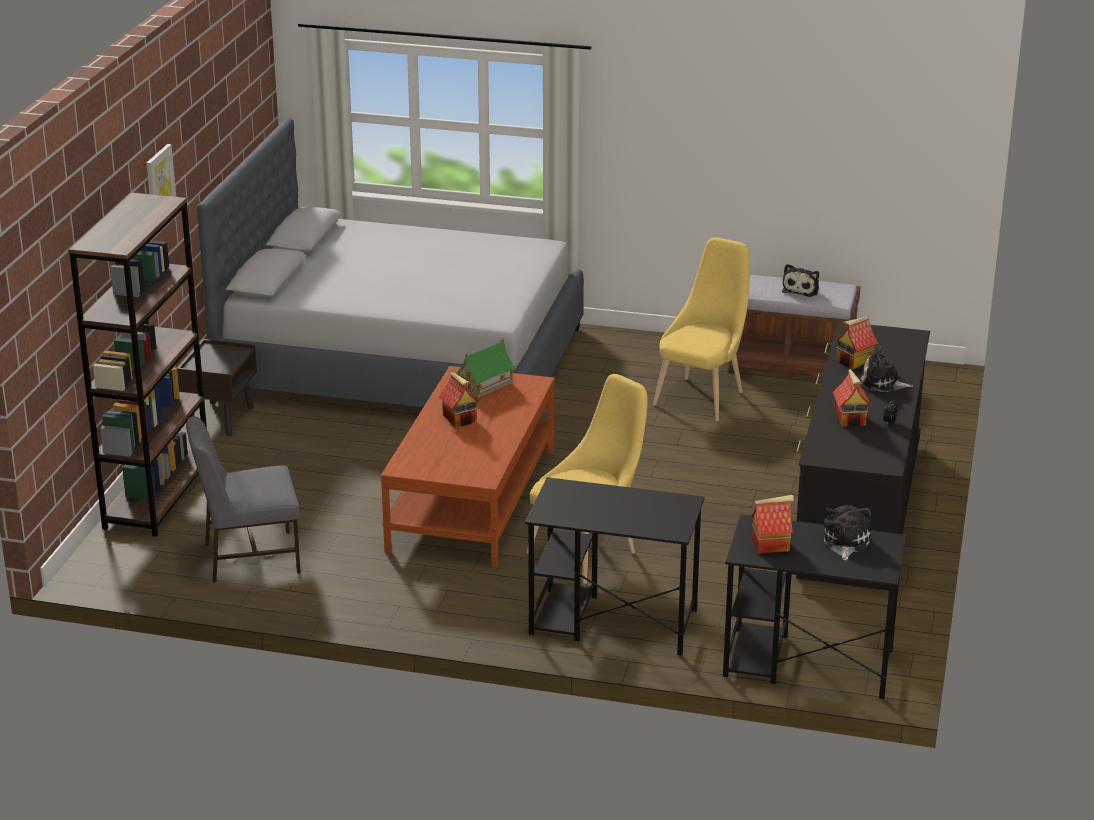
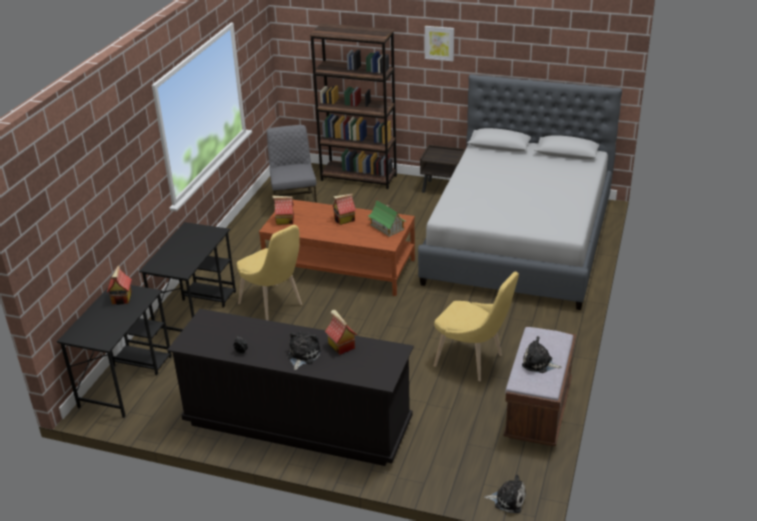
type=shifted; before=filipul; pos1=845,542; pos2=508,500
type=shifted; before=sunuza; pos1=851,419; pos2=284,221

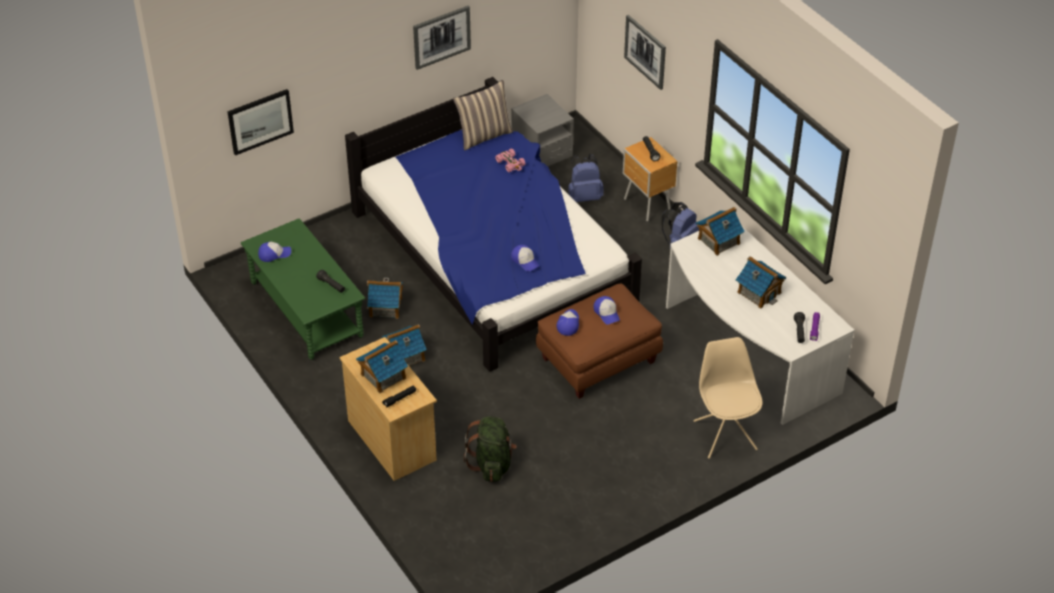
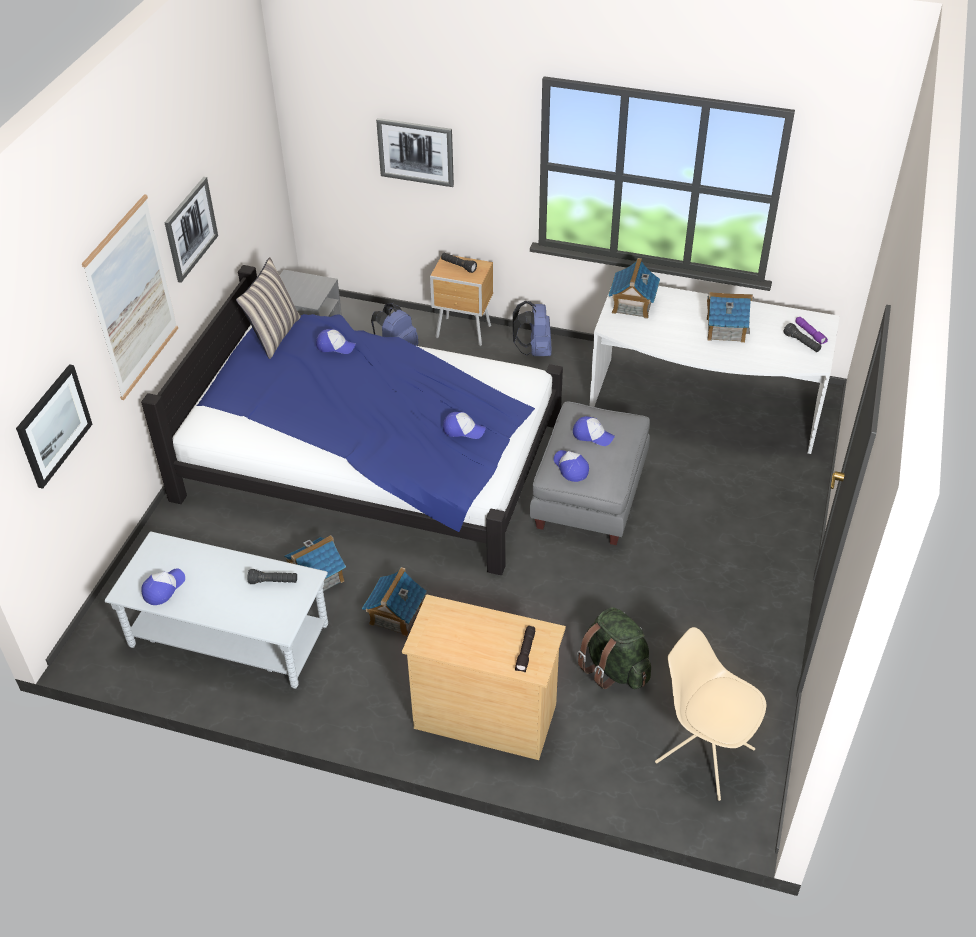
type=gone; before=sunuza; pos1=383,376
type=new; after=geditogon; pos2=132,298
type=shifted; before=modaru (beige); pos1=725,434; pos2=703,754
type=swapped; before=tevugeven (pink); after=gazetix; pos1=510,163; pos2=335,346
type=repainted; before=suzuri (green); after=suzuri (grey); pos1=306,309; pos2=229,636
type=repainted; before=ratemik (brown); after=ratemik (grey); pos1=598,359; pos2=589,496

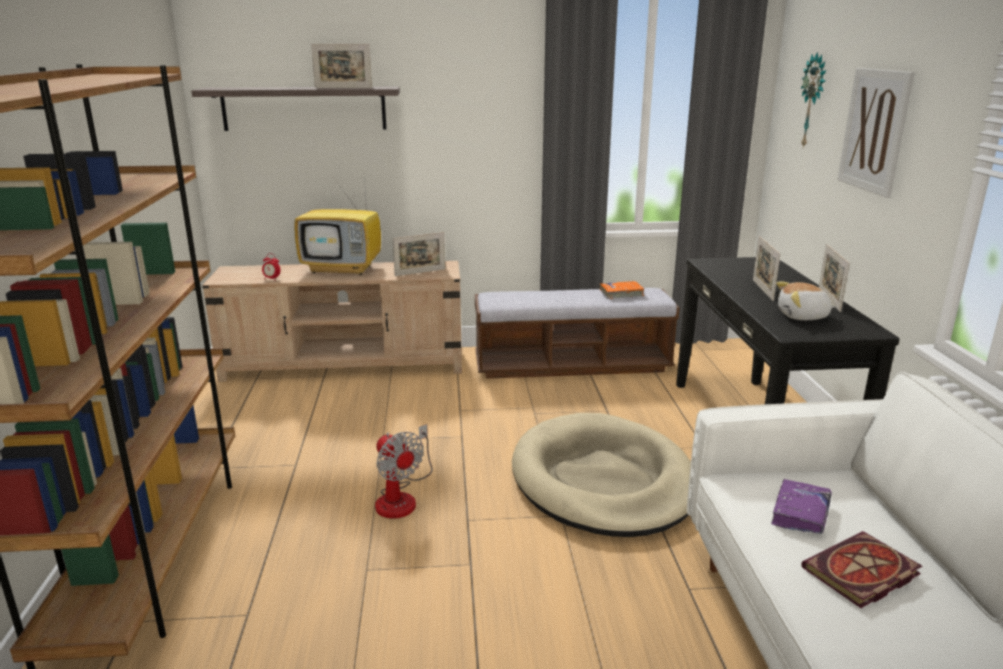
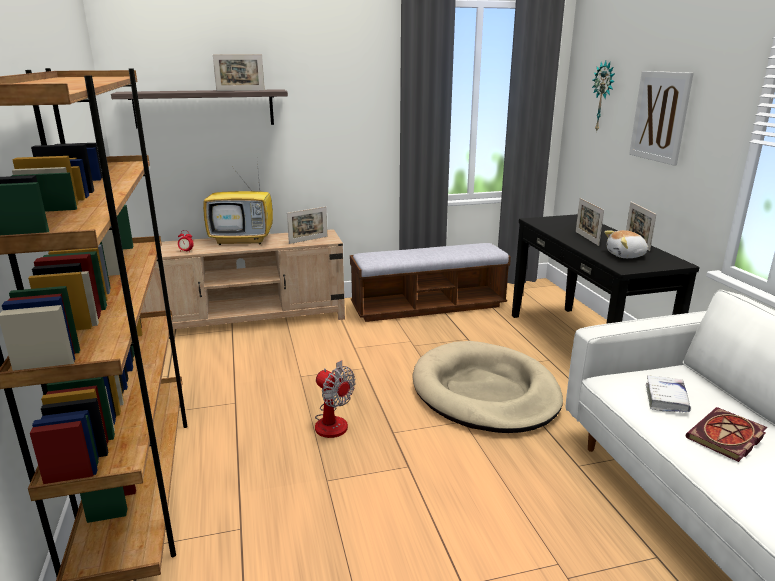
type=gone; before=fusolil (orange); pos1=621,294
type=repainted; before=fusolil (purple); after=fusolil (white); pos1=800,513; pos2=666,399

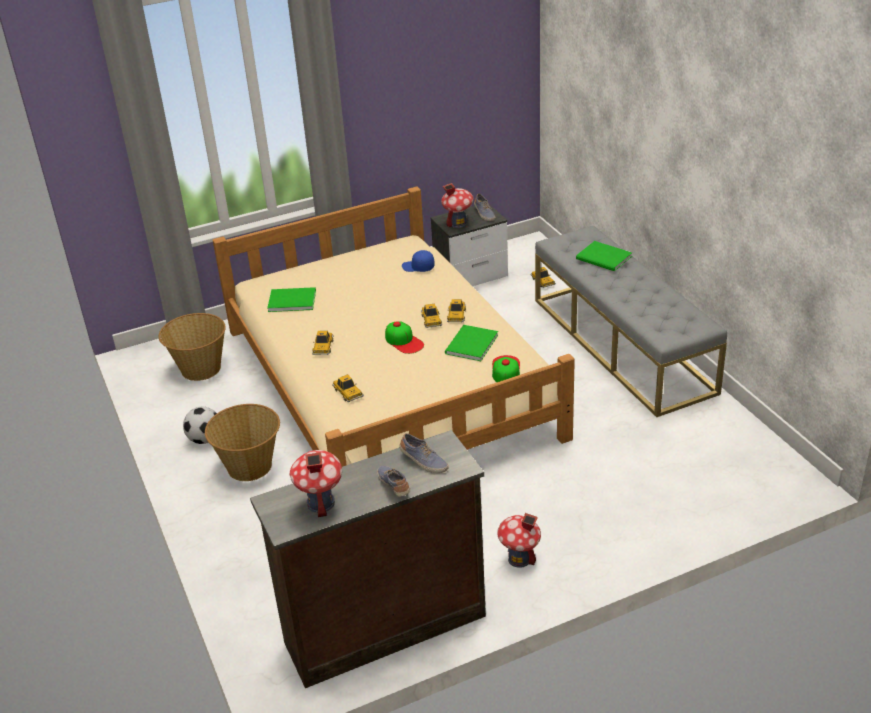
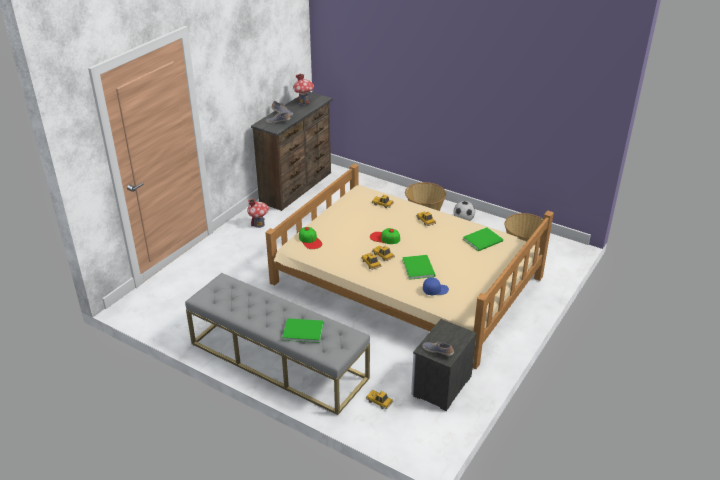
type=gone; before=sunuza; pos1=458,223
type=shifted; before=fusolil (green); pos1=470,345; pos2=419,267

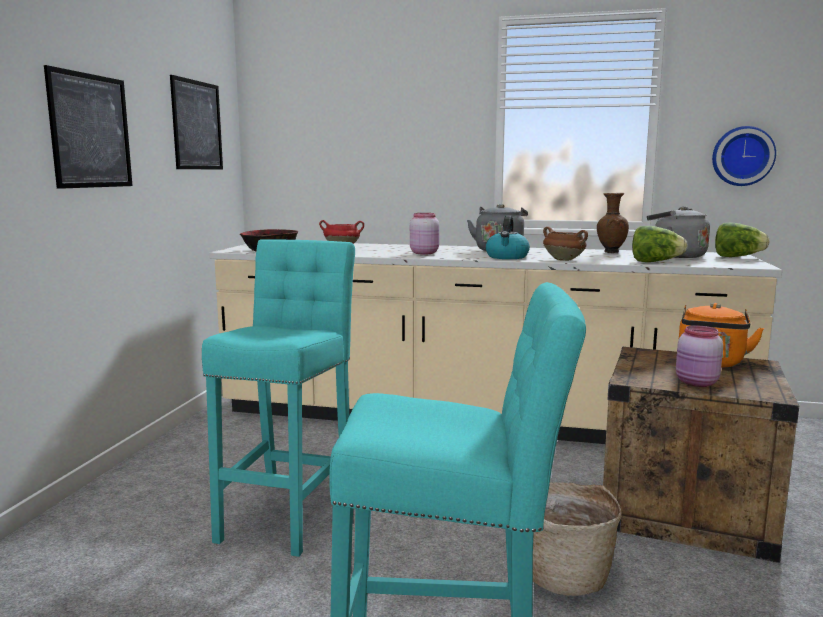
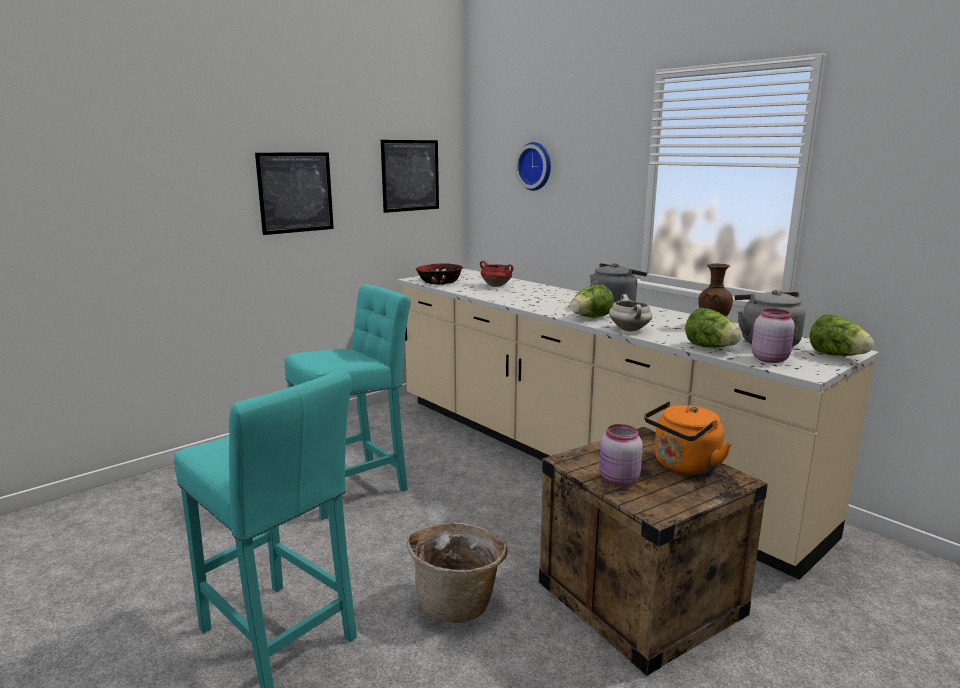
type=shifted; before=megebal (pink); pos1=424,253; pos2=770,359
type=shifted; before=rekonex; pos1=742,156; pos2=536,166
type=swapped; before=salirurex; after=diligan; pos1=507,257; pos2=590,318
type=repainted; before=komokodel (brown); after=komokodel (white); pos1=564,260; pos2=630,330

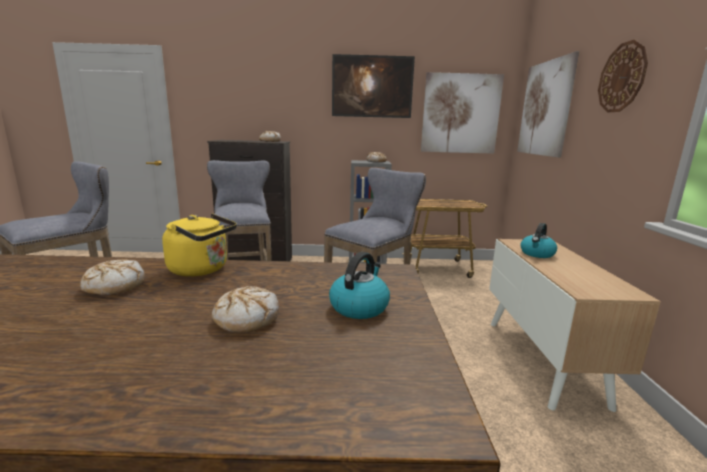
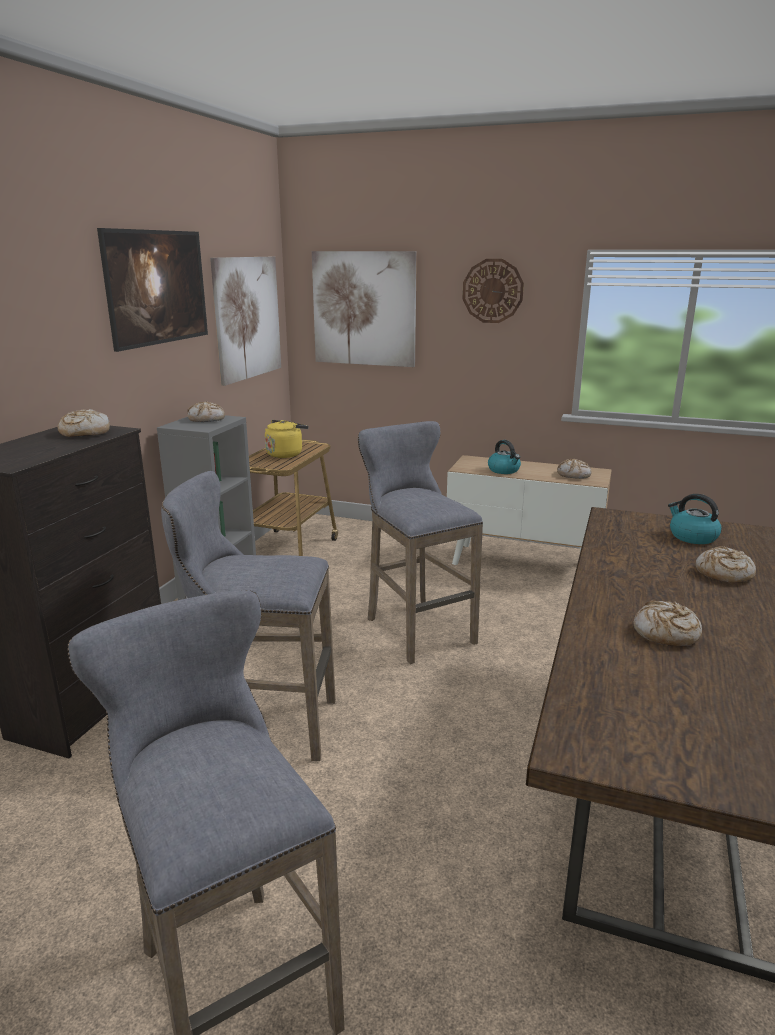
type=new; after=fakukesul; pos2=574,475
type=shifted; before=salirurex (yellow); pos1=202,269; pos2=286,454

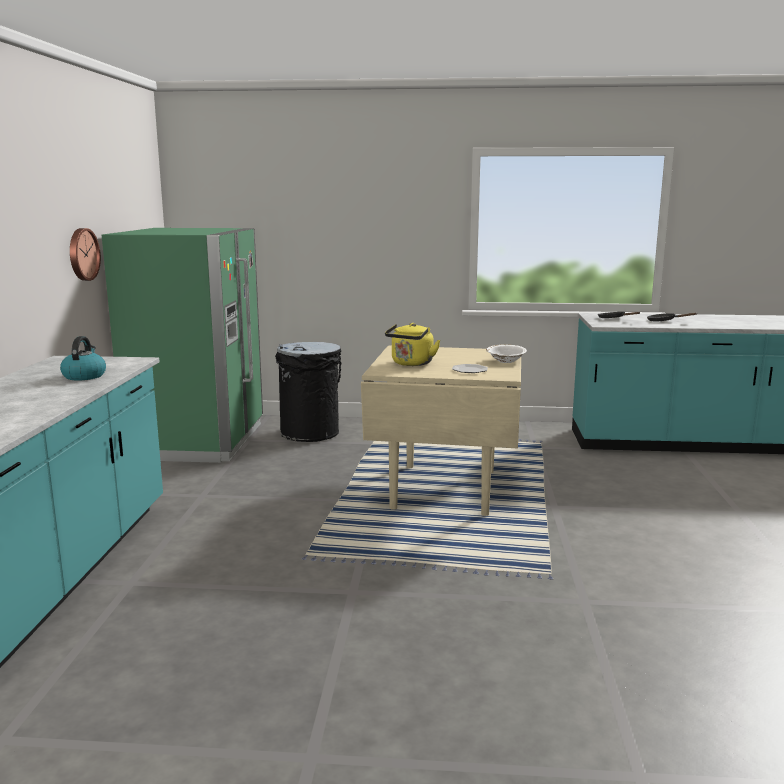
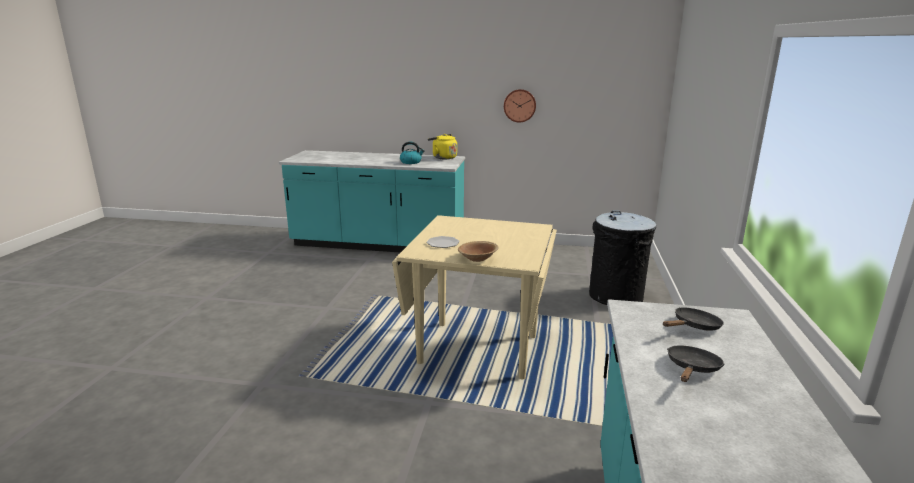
type=gone; before=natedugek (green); pos1=198,441
type=shifted; before=salirurex (yellow); pos1=411,364; pos2=443,157
type=repainted; before=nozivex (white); after=nozivex (brown); pos1=506,361; pos2=477,259

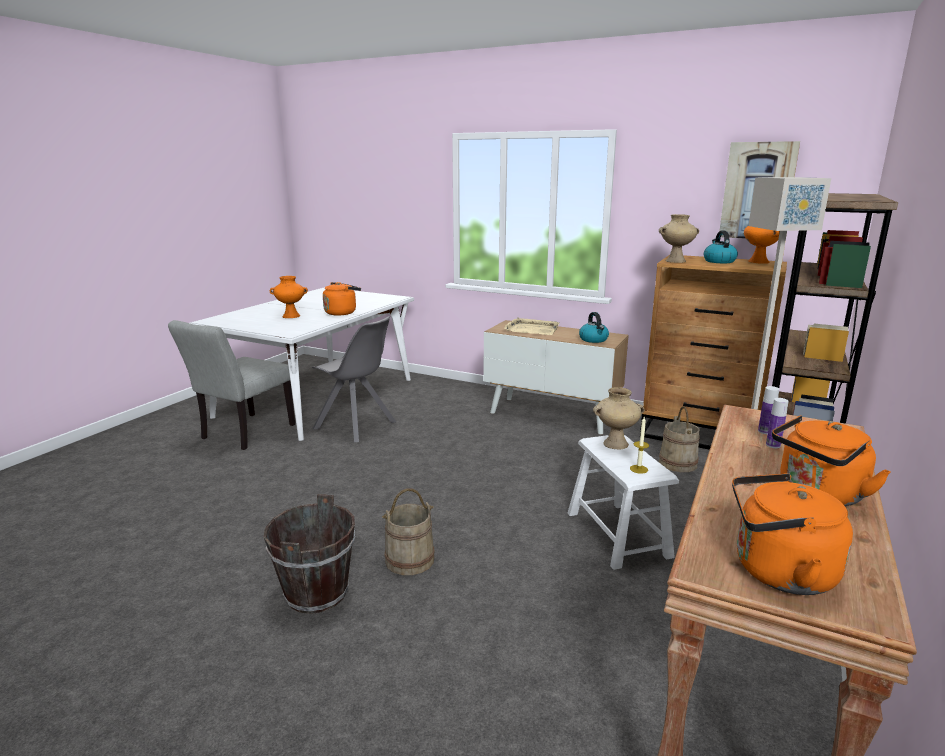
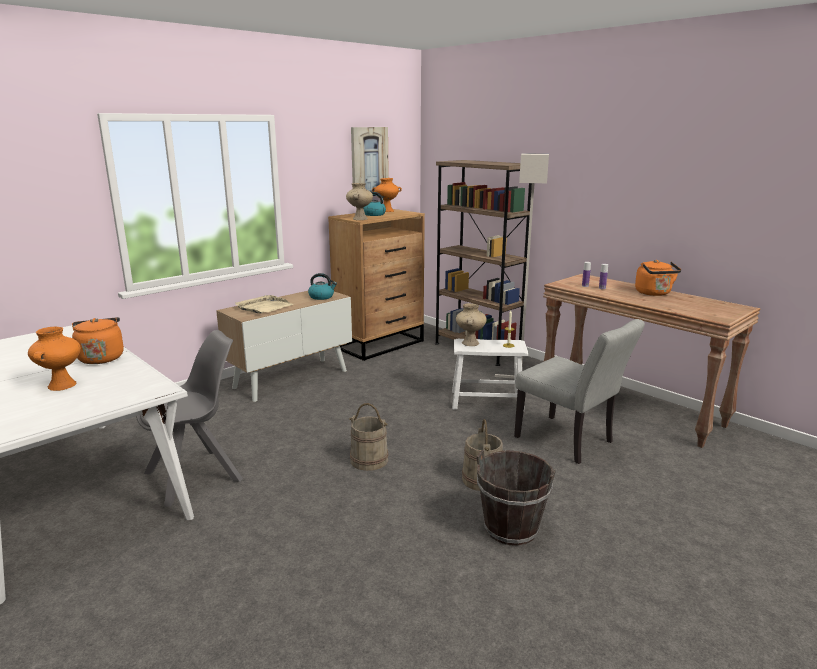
type=gone; before=salirurex (orange); pos1=777,572
type=shifted; before=modaru (grey); pos1=243,434; pos2=570,442
type=shifted; before=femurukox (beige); pos1=678,463; pos2=369,460

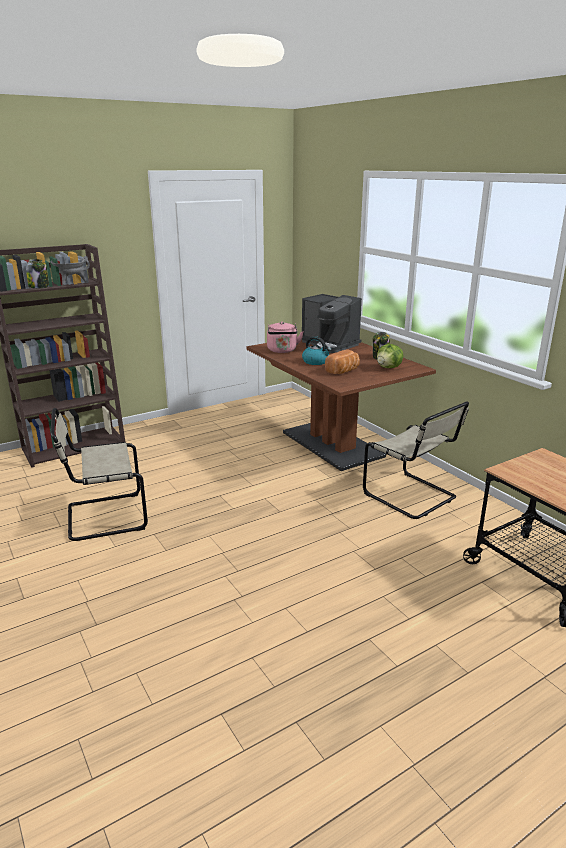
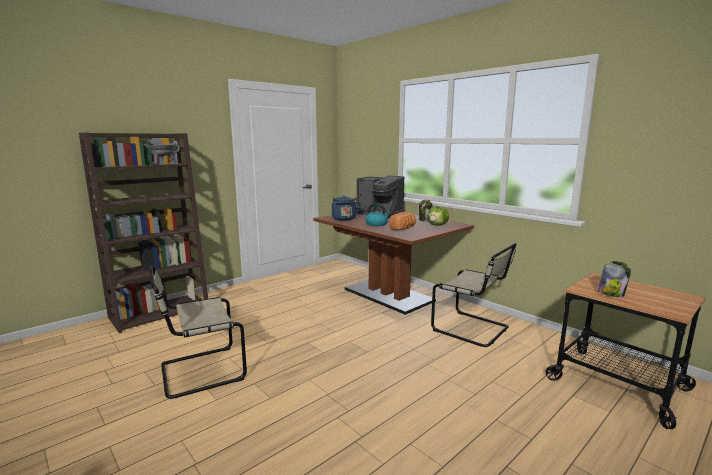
type=shifted; before=megebal; pos1=39,287; pos2=611,293
type=repainted; before=salirurex (pink); after=salirurex (blue); pos1=282,351; pos2=344,219

